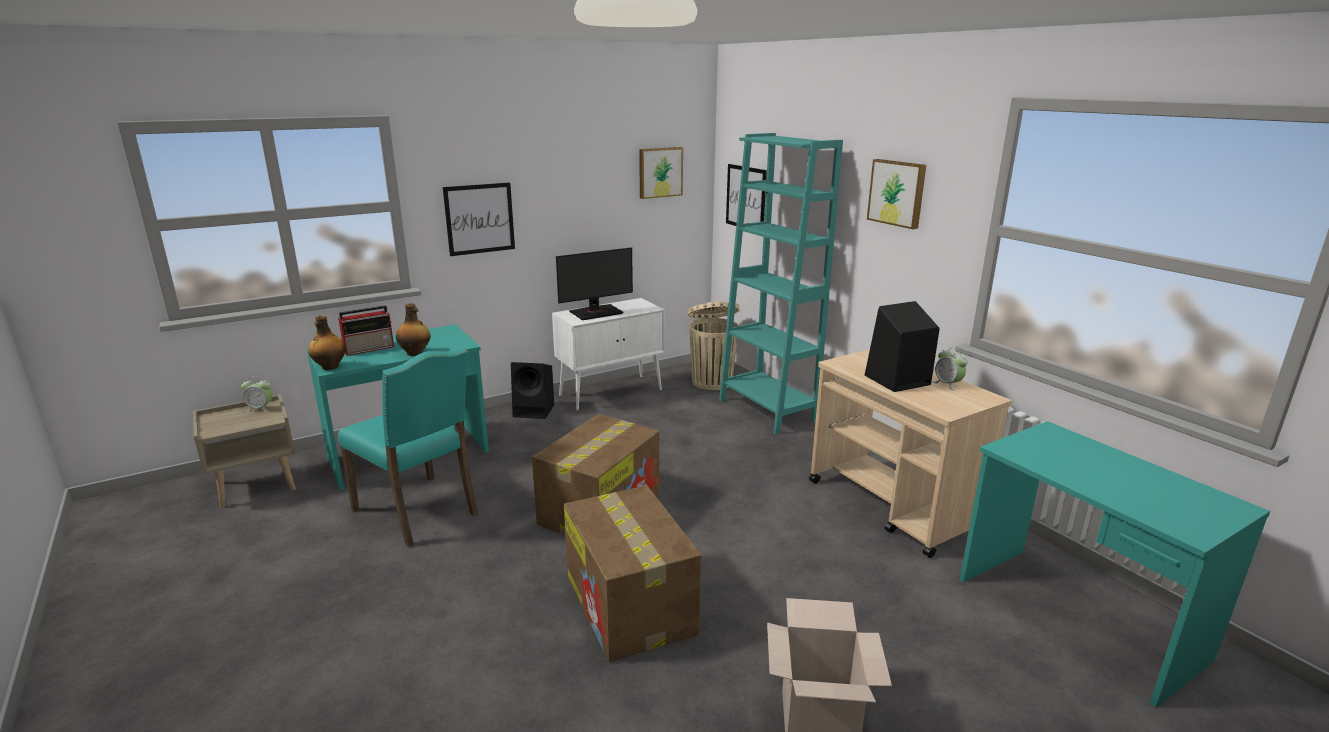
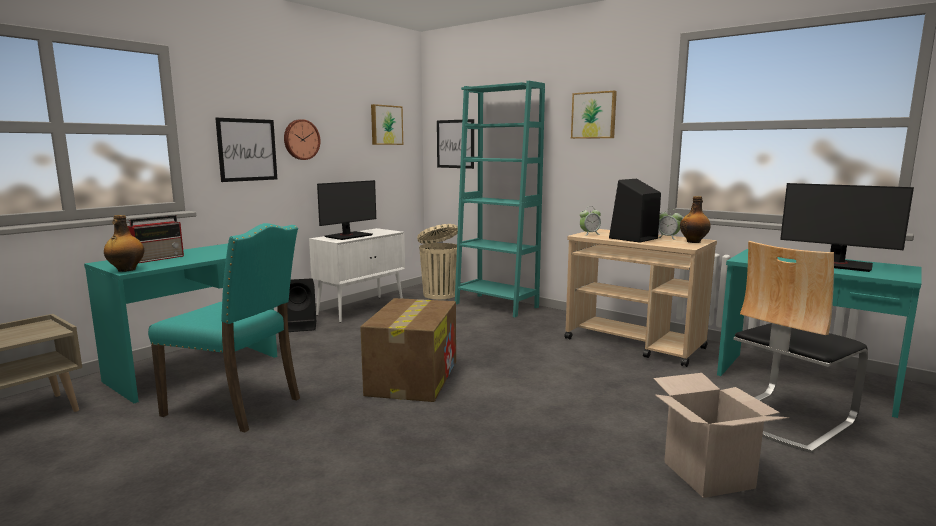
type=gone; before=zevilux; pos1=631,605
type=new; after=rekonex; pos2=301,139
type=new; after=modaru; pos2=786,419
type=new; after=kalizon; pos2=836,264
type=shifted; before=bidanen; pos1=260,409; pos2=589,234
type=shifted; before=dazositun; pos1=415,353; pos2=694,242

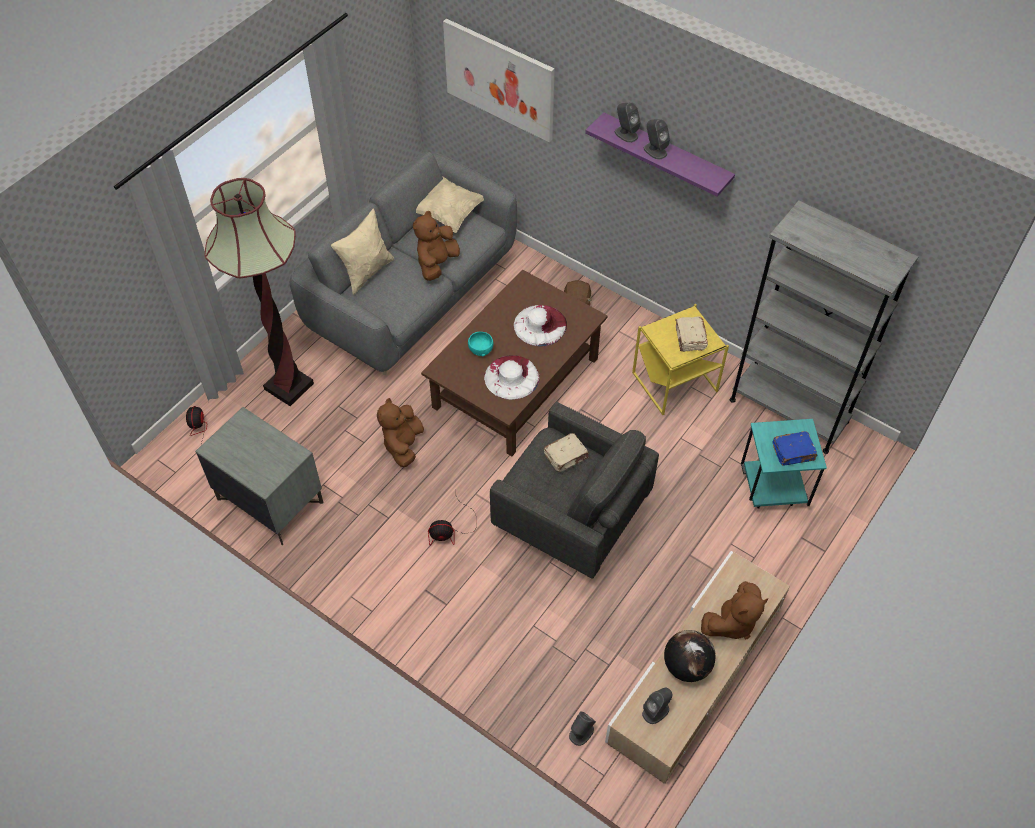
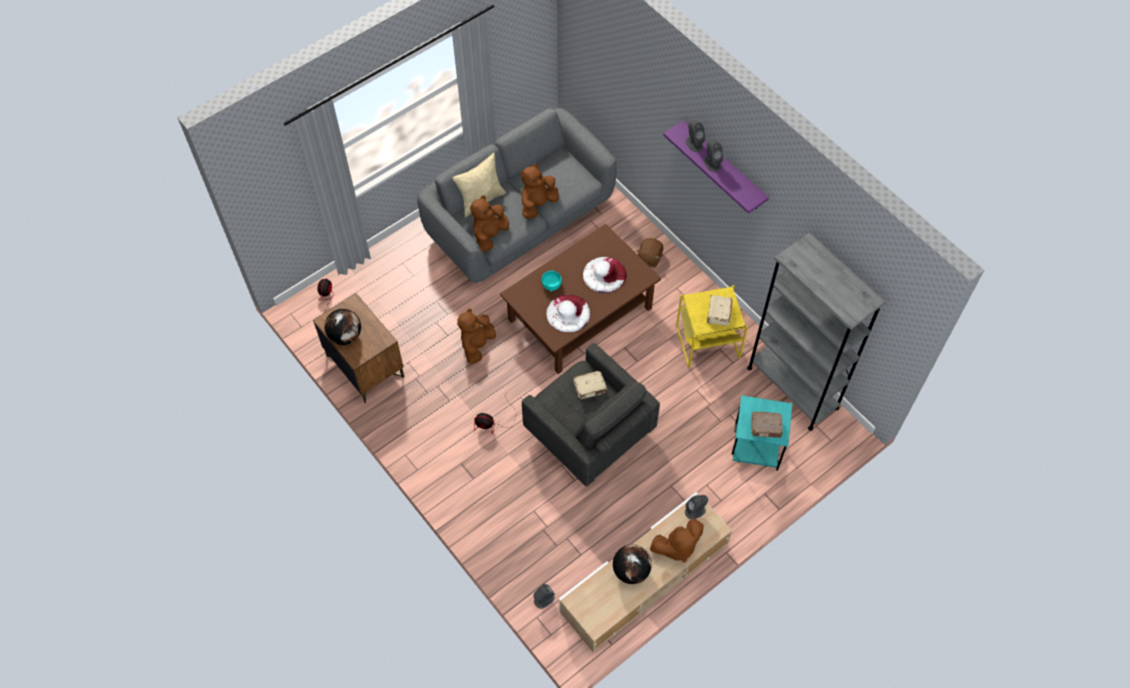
type=gone; before=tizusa; pos1=289,386
type=gone; before=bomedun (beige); pos1=448,213
type=gone; before=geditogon; pos1=500,79
type=new; after=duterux; pos2=345,336
type=new; after=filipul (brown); pos2=489,235
type=shifted; before=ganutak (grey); pos1=656,711; pos2=695,511
type=repainted; before=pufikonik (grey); after=pufikonik (brown); pos1=269,501; pos2=364,366
type=repainted; before=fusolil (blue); after=fusolil (brown); pos1=793,453; pos2=766,427

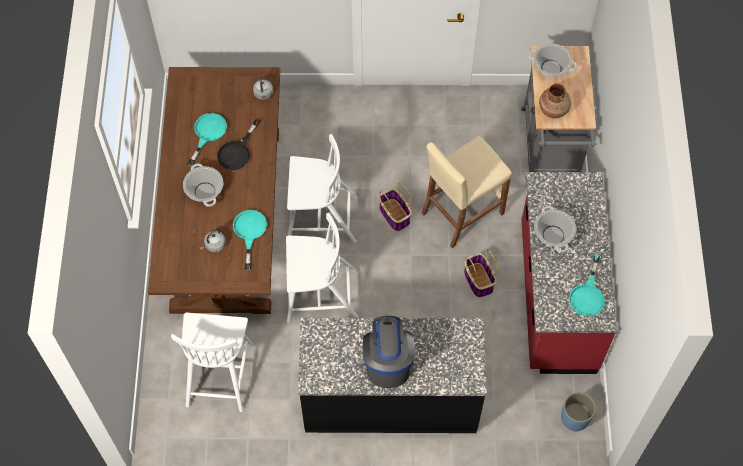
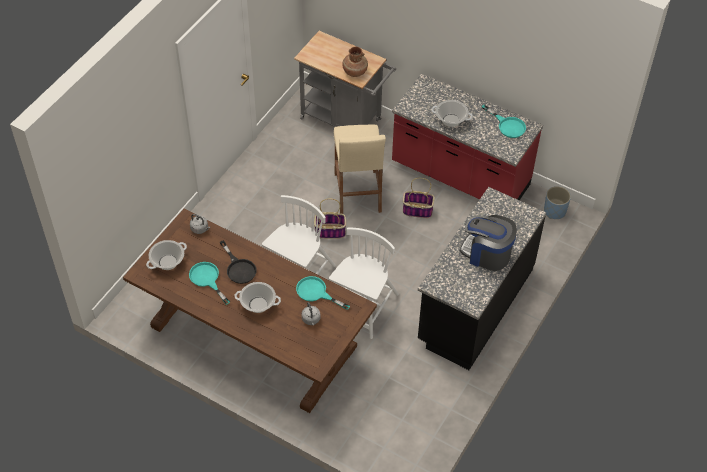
type=gone; before=modaru (white); pos1=219,373
type=shifted; before=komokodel; pos1=550,68; pos2=168,262

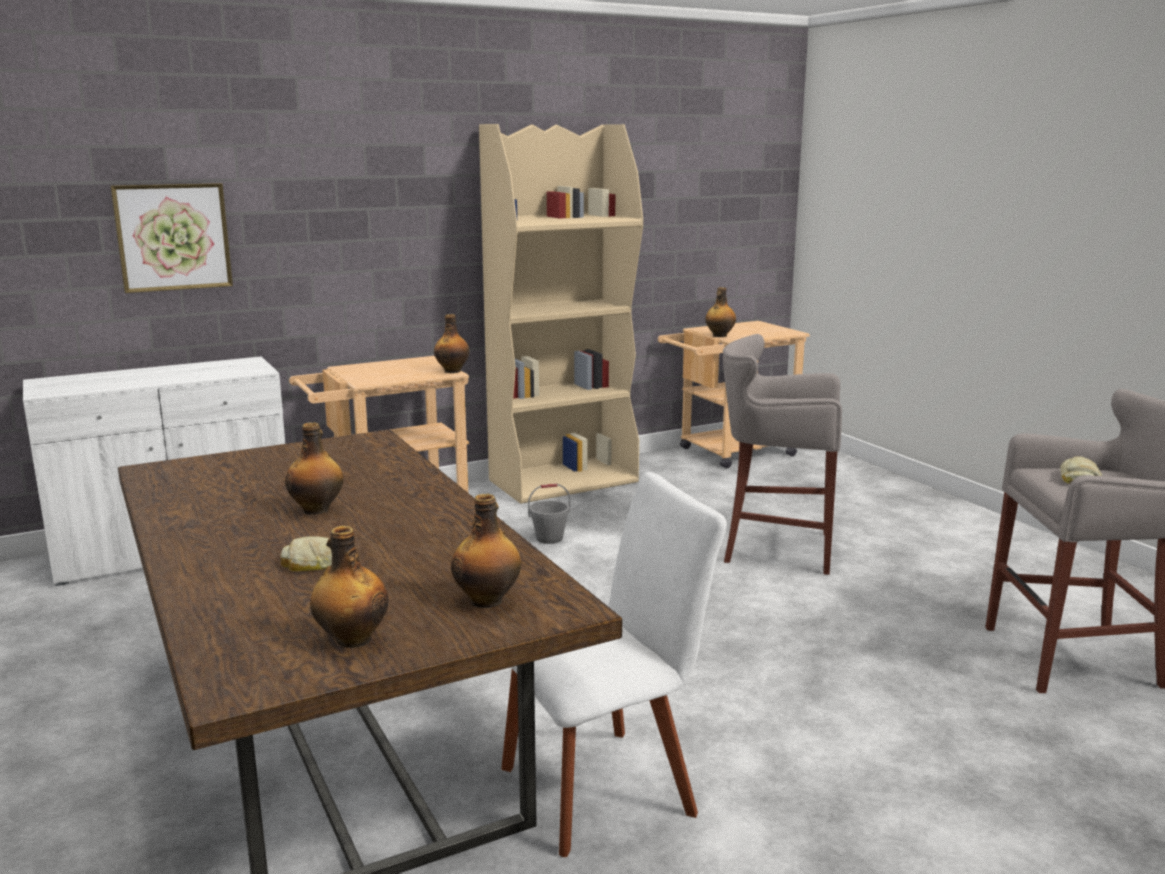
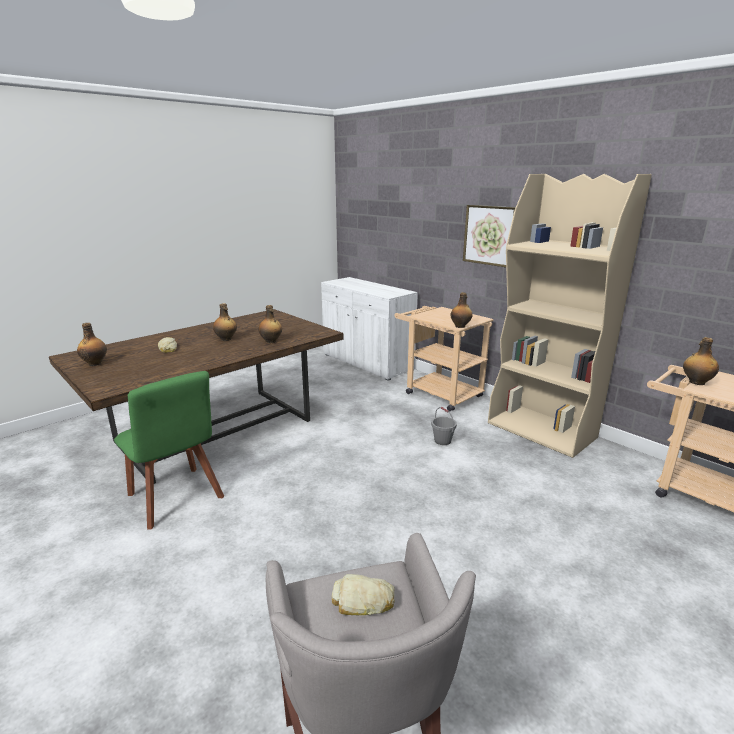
type=gone; before=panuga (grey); pos1=774,548
type=shifted; before=geditogon; pos1=173,237; pos2=489,235
type=shifted; before=dazositun; pos1=488,600; pos2=271,341
type=repainted; before=modaru (white); after=modaru (green); pos1=605,786; pos2=177,499

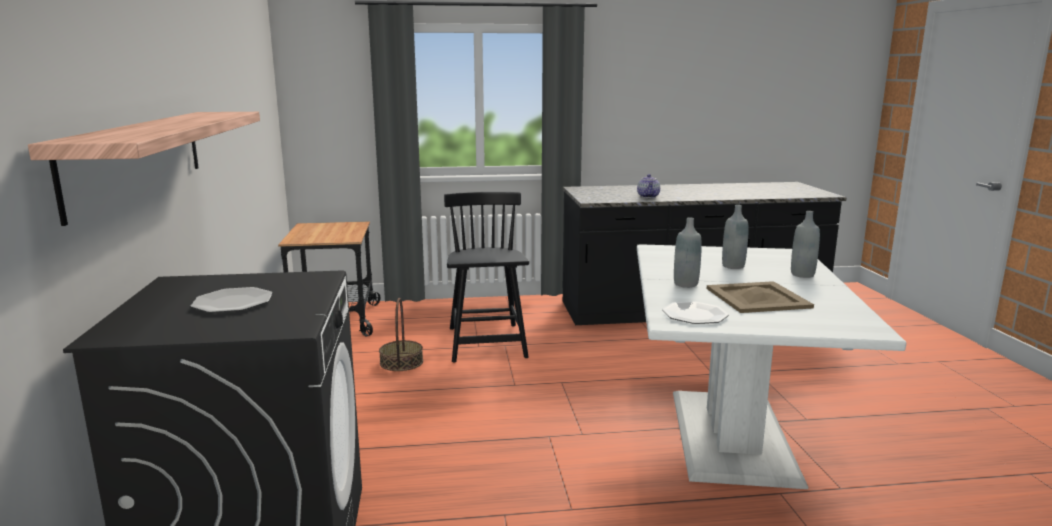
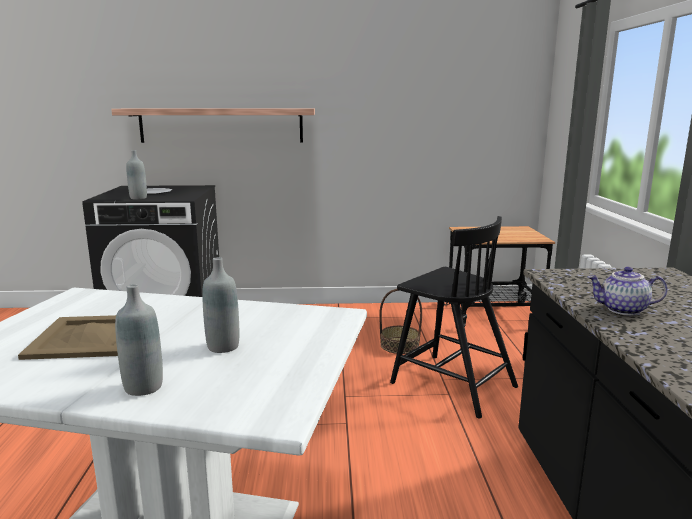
type=gone; before=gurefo; pos1=694,315
type=shifted; before=dazositun (grey); pos1=685,284; pos2=138,198
type=rotated; before=modaru (black); pos1=486,343; pos2=451,384; turn=45

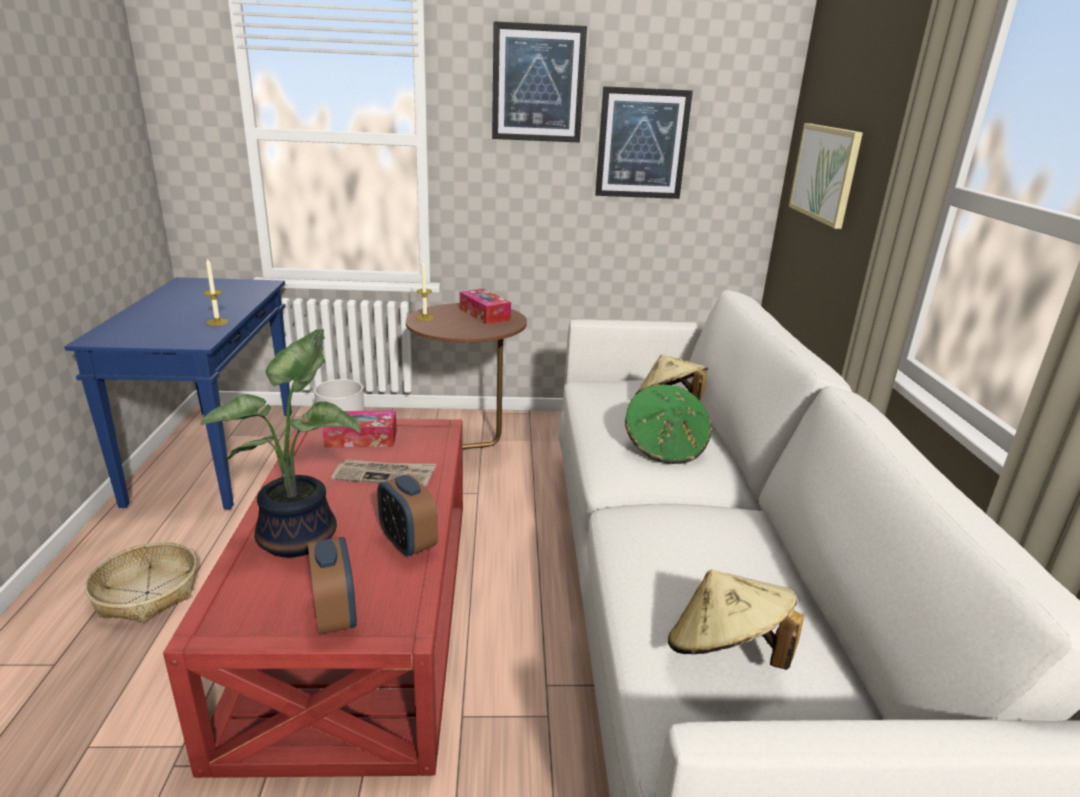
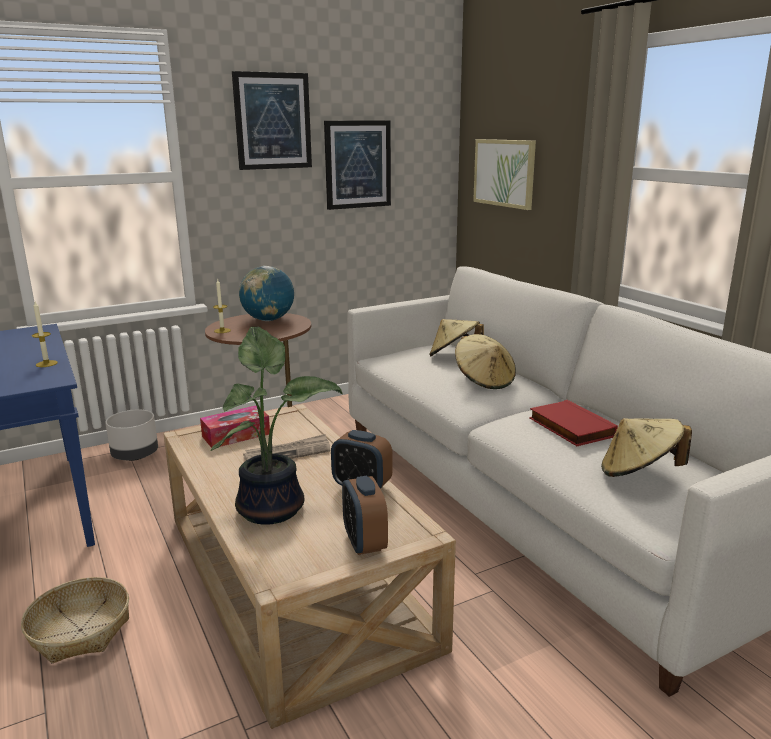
type=new; after=fusolil (red); pos2=569,427
type=swapped; before=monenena; after=duterux; pos1=484,314; pos2=268,320
type=repainted; before=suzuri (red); after=suzuri (beige); pos1=363,612; pos2=295,577
type=repainted; before=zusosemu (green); after=zusosemu (beige); pos1=665,447; pos2=484,381
type=rotated; before=bidanen; pos1=335,616; pos2=364,542; turn=-150

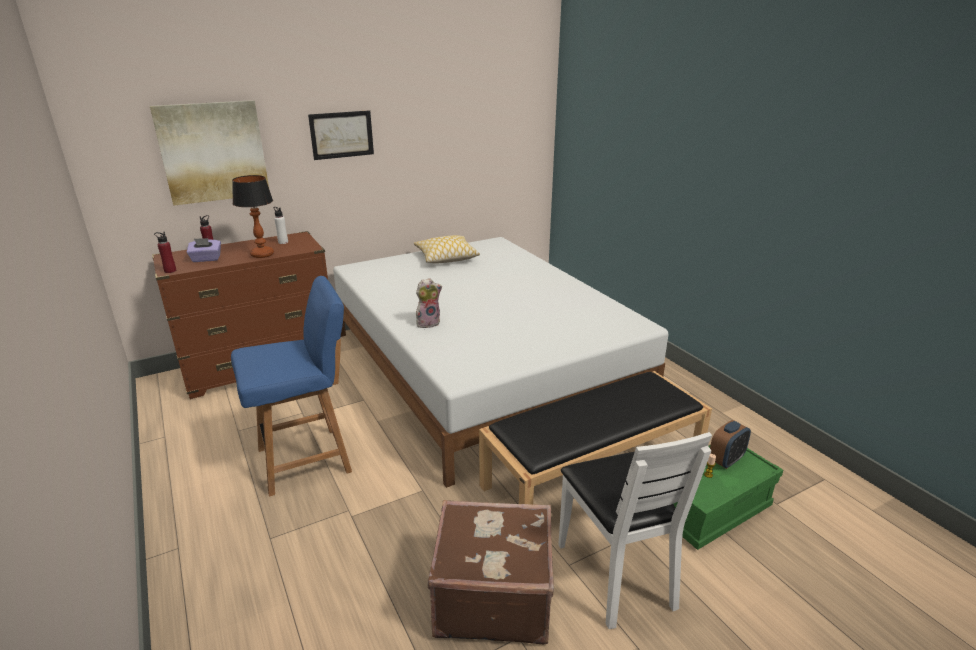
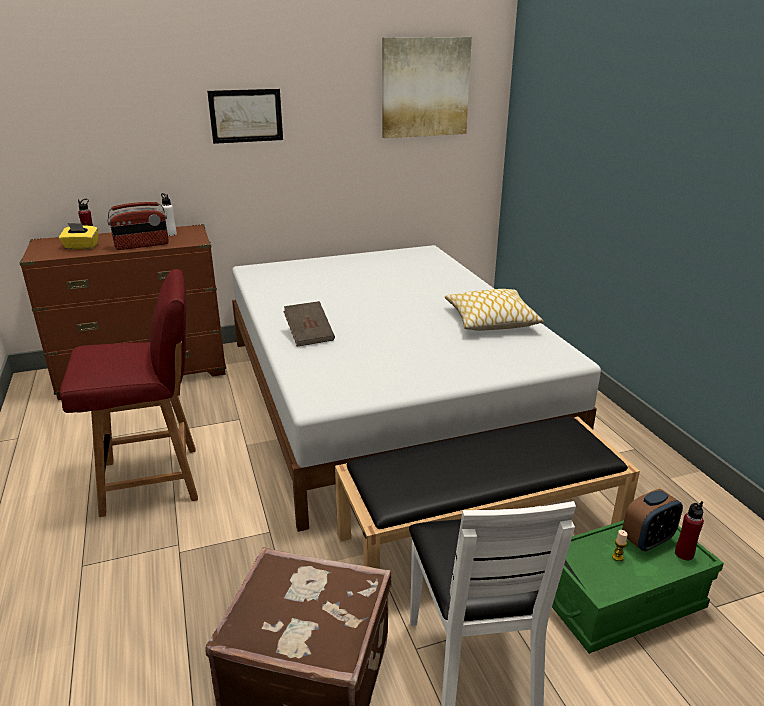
type=shifted; before=geditogon; pos1=213,152; pos2=425,87
type=shifted; before=dazositun (red); pos1=170,271; pos2=684,554
type=shifted; before=bomedun; pos1=446,257; pos2=490,320
type=swapped; before=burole; after=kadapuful; pos1=262,254; pos2=142,245
type=swapped; before=filipul; after=fusolil (brown); pos1=428,323; pos2=309,335
type=repainted; before=monenena (purple); after=monenena (yellow); pos1=206,259; pos2=81,247
type=repainted; before=modaru (blue); after=modaru (red); pos1=307,459; pos2=154,480

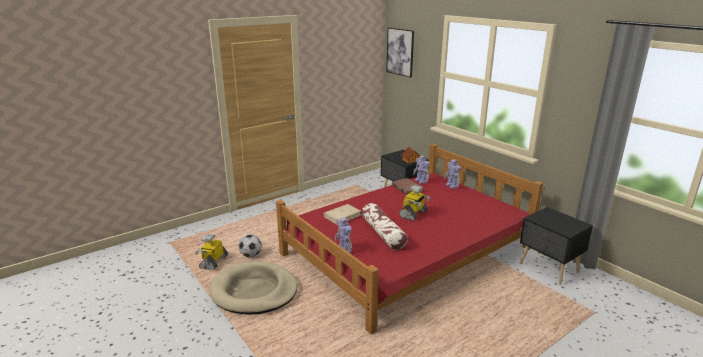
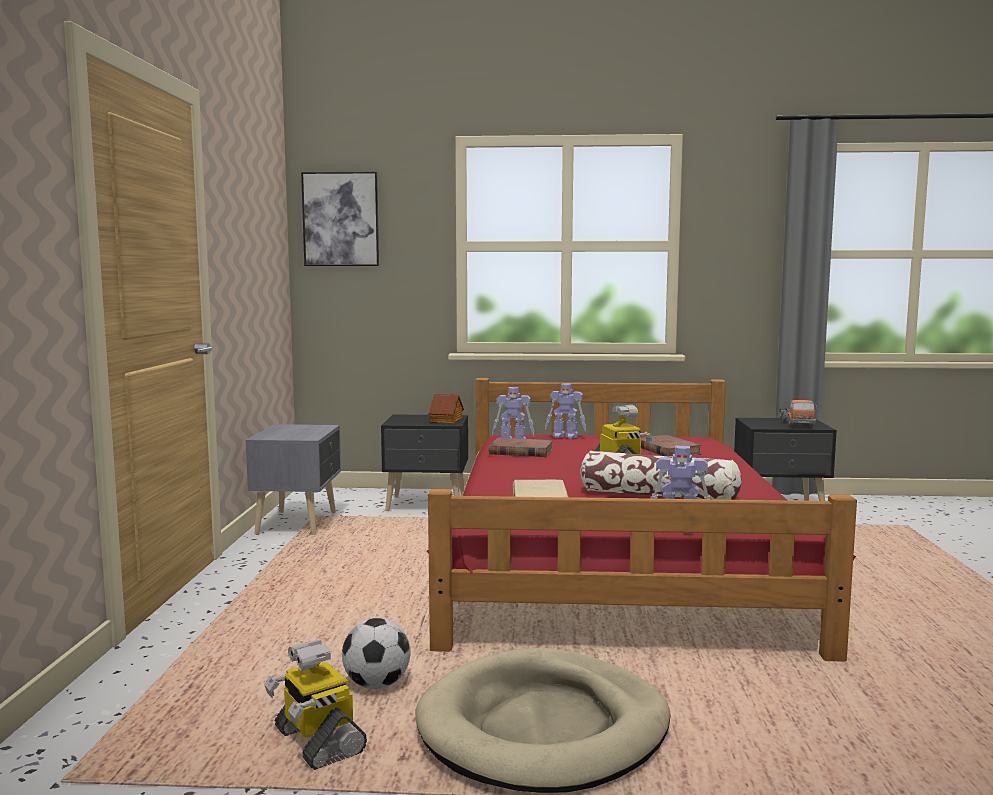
type=new; after=pufikonik (grey); pos2=299,523
type=new; after=fusolil (brown); pos2=667,450
type=new; after=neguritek; pos2=796,423

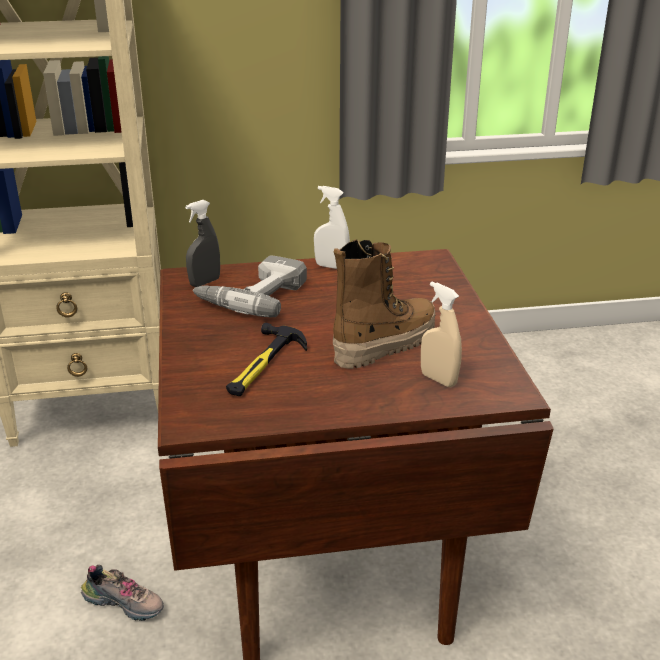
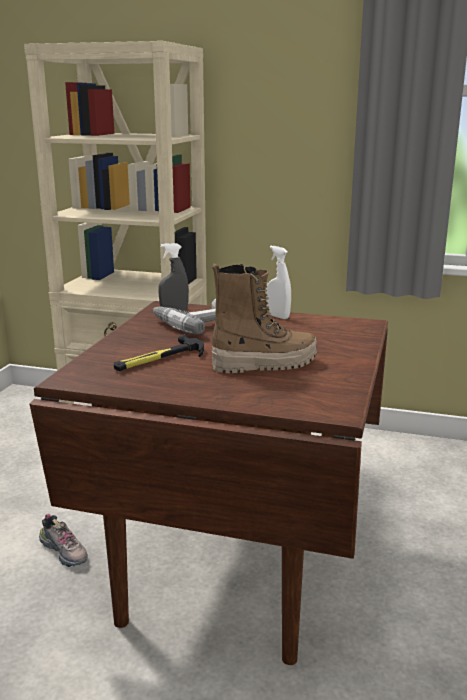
type=gone; before=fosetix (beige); pos1=438,379

